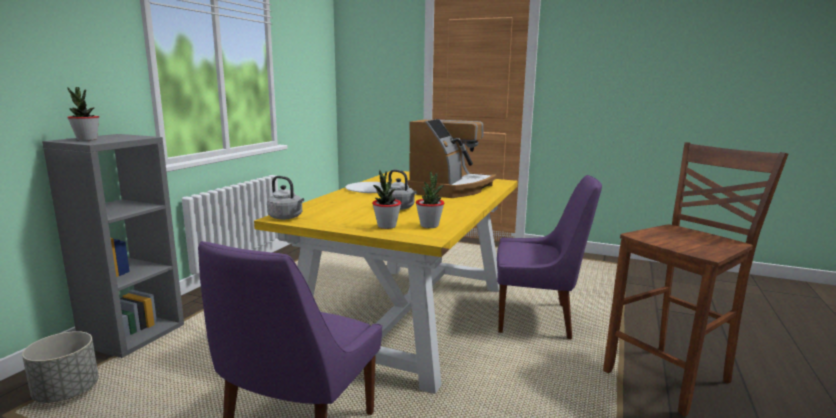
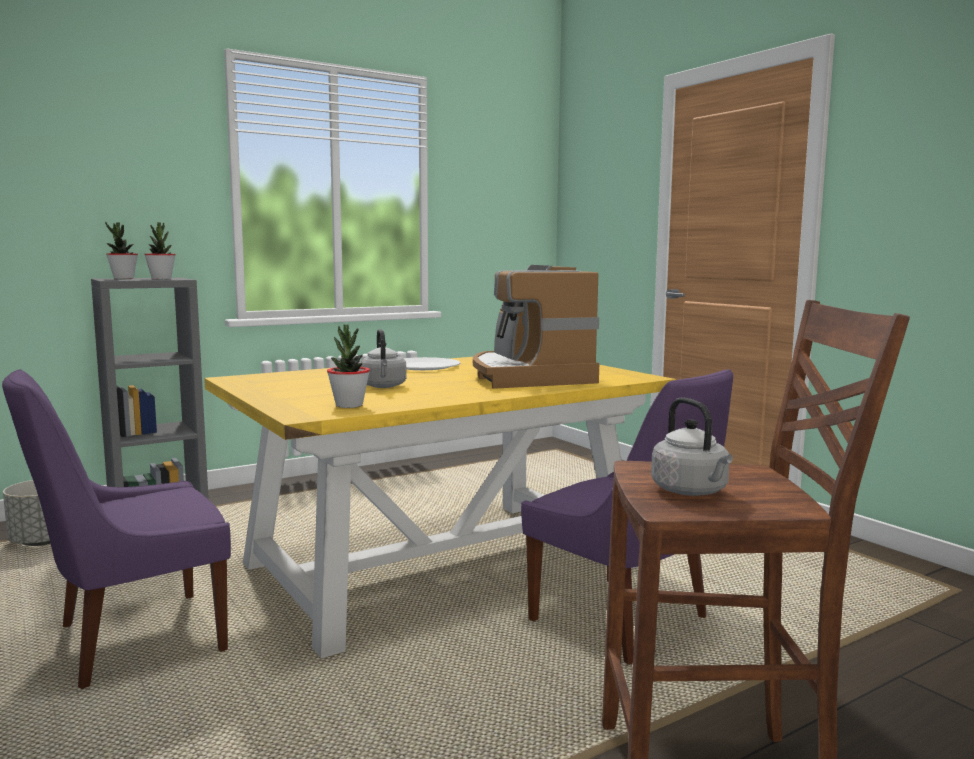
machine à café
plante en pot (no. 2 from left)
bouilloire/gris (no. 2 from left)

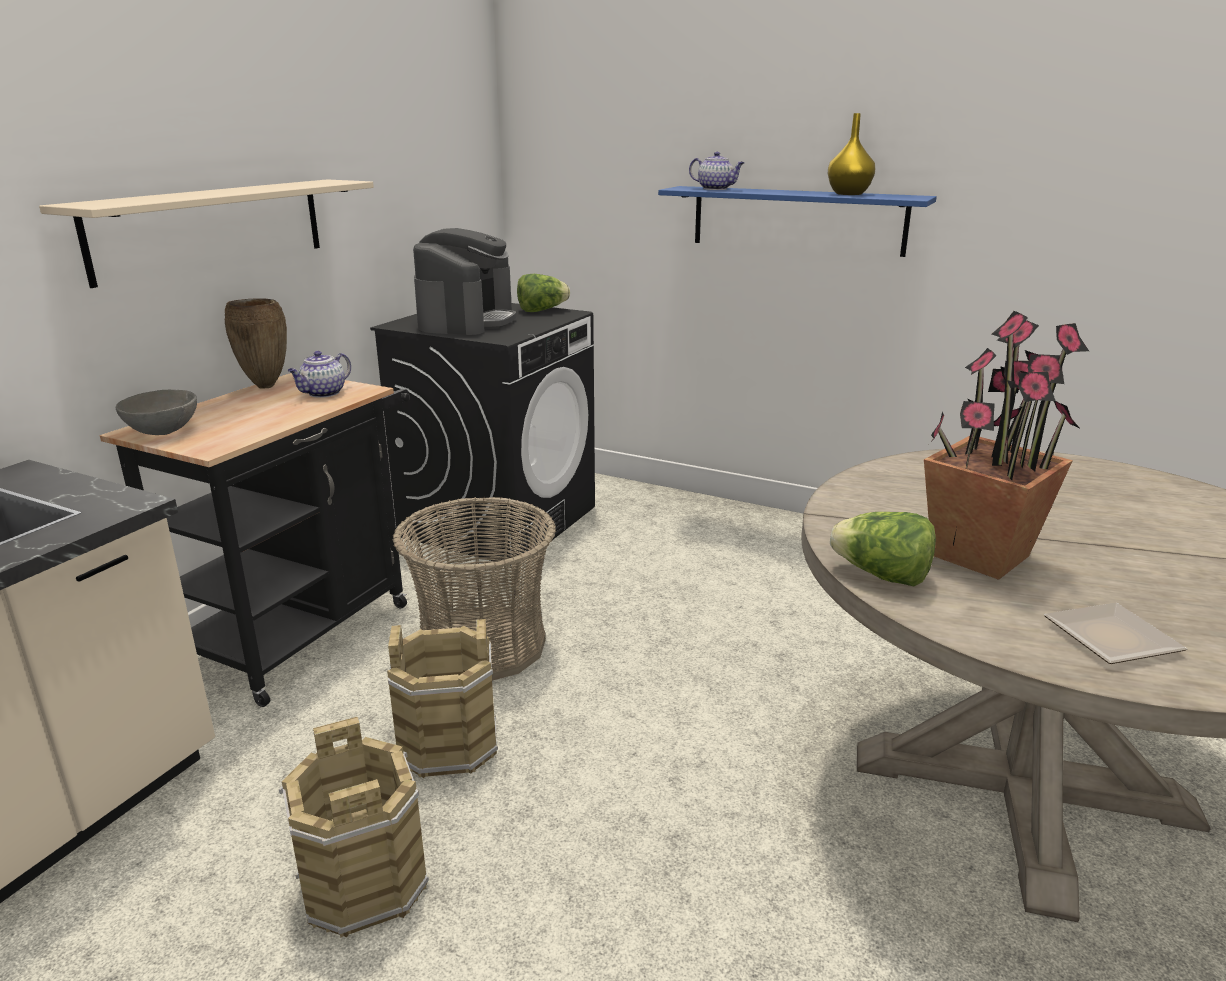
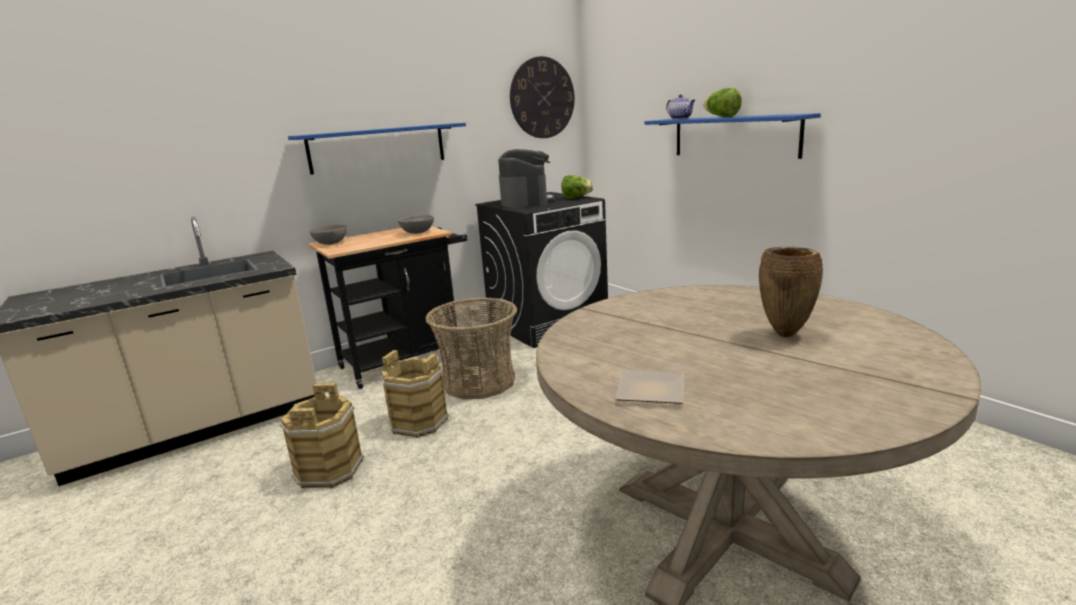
vase/jaune
étagère/bleu (no. 1 from left)
machine à café
vase/marron
plante en pot
bol/gris (no. 2 from left)
laitue (no. 2 from left)
horloge murale

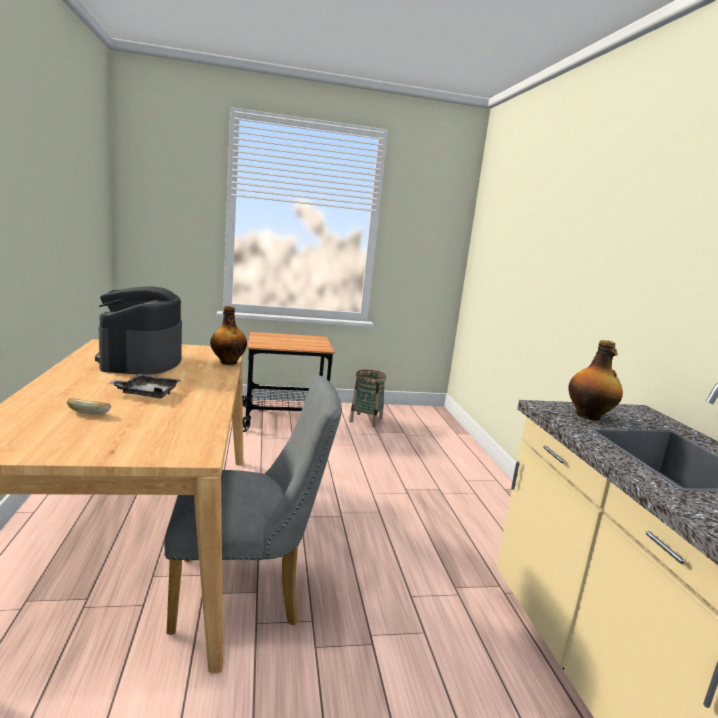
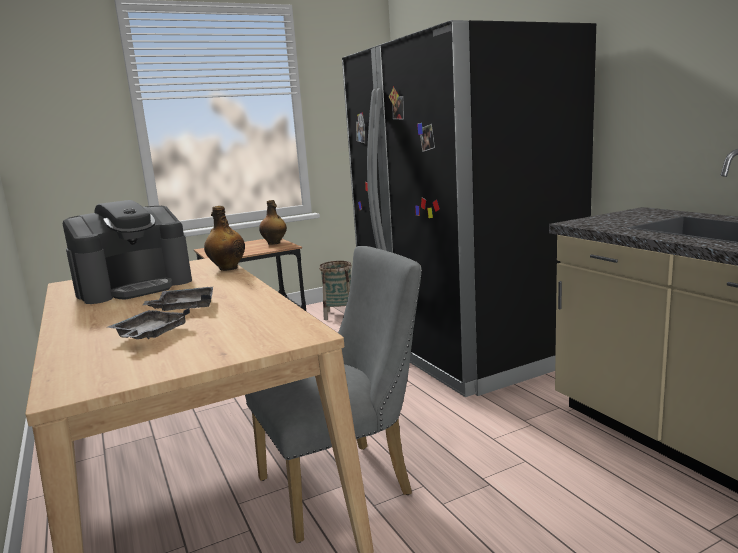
machine à café
bouteille (no. 2 from left)
plateau/gris (no. 1 from left)
réfrigérateur/noir

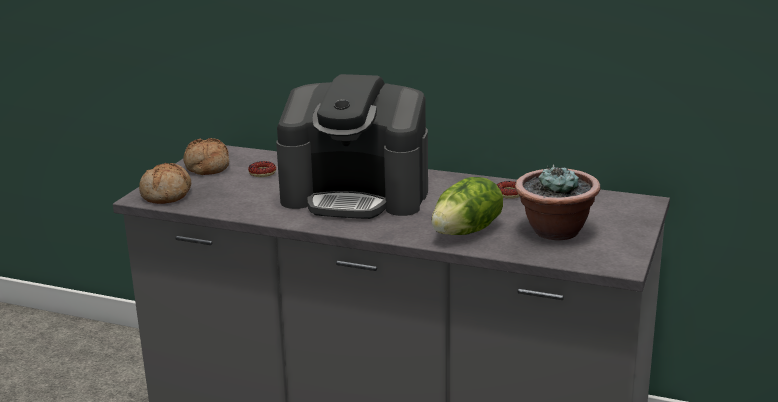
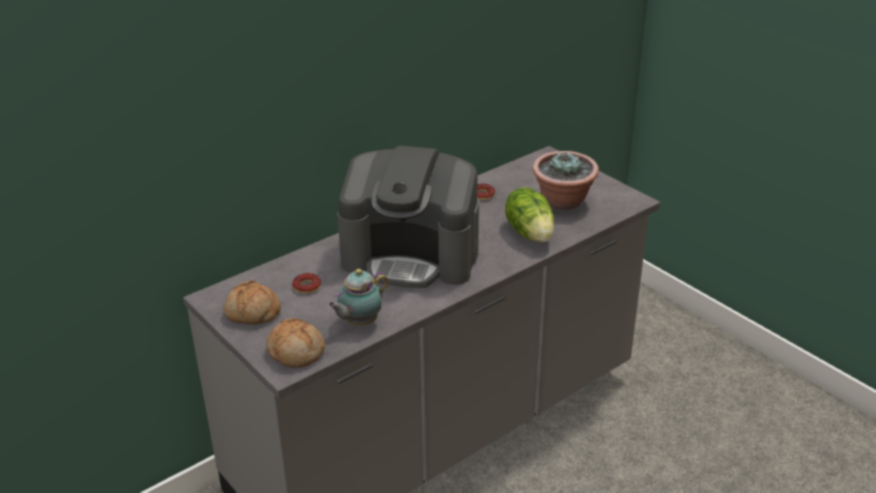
machine à café
théière

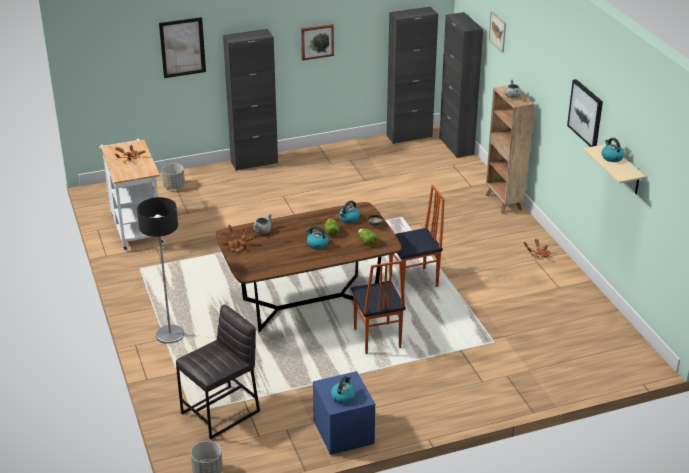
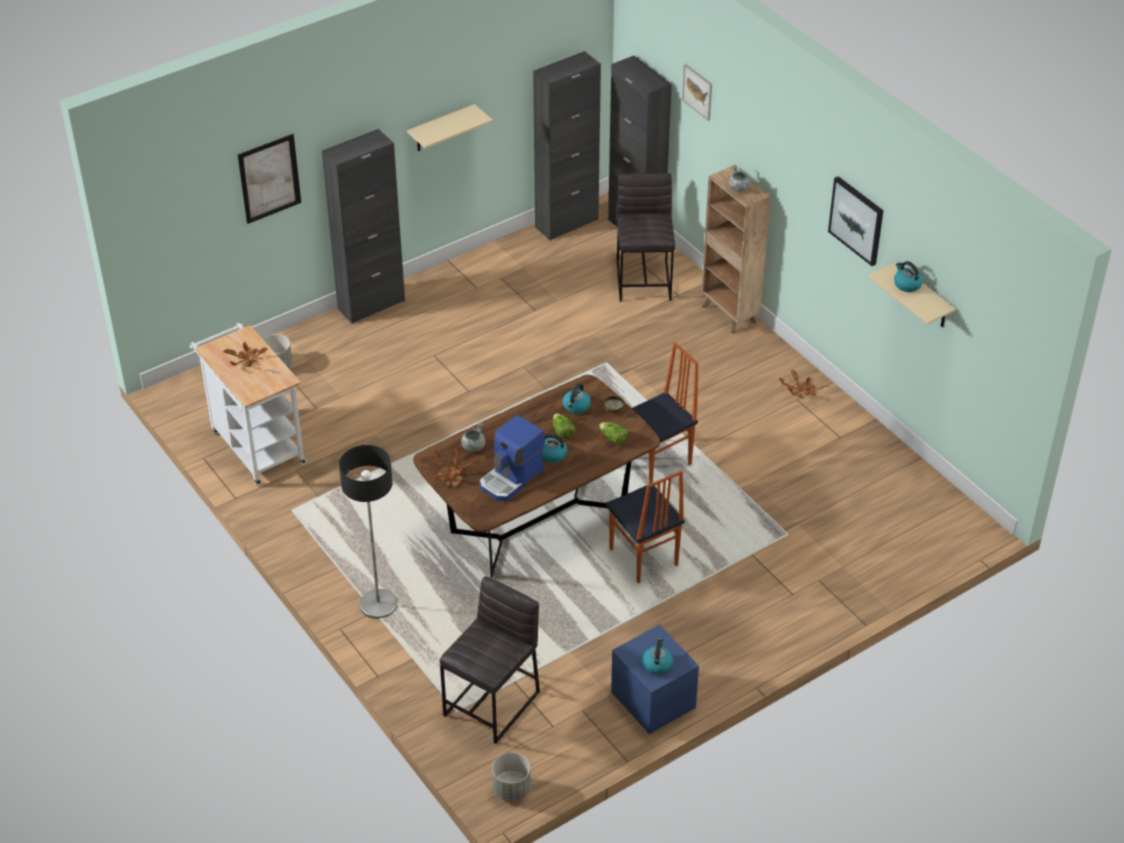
étagère/beige (no. 1 from left)
tabouret/gris (no. 2 from left)
machine à café

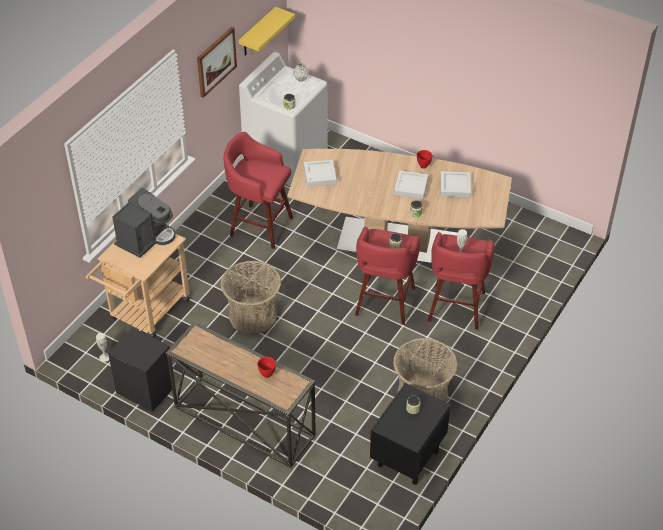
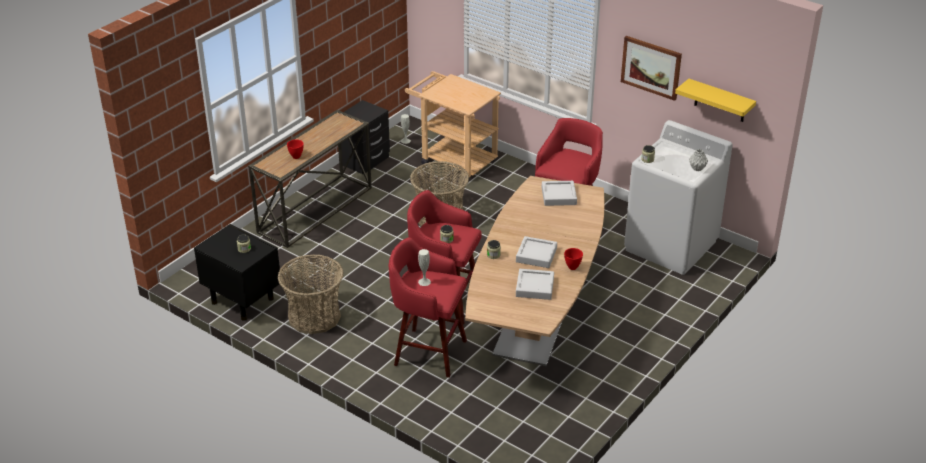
machine à café

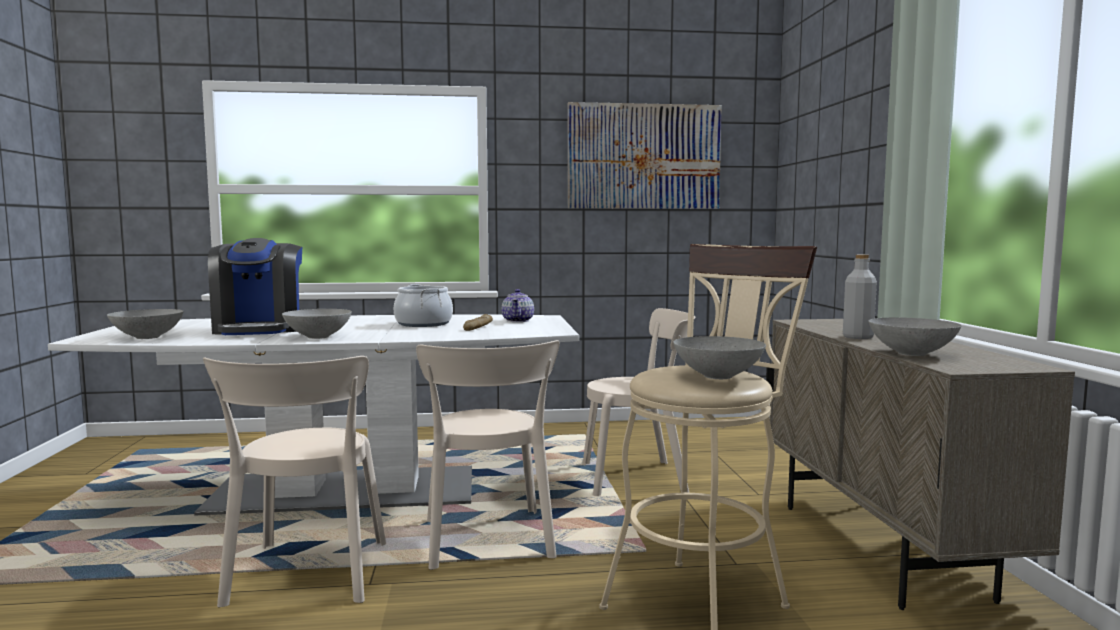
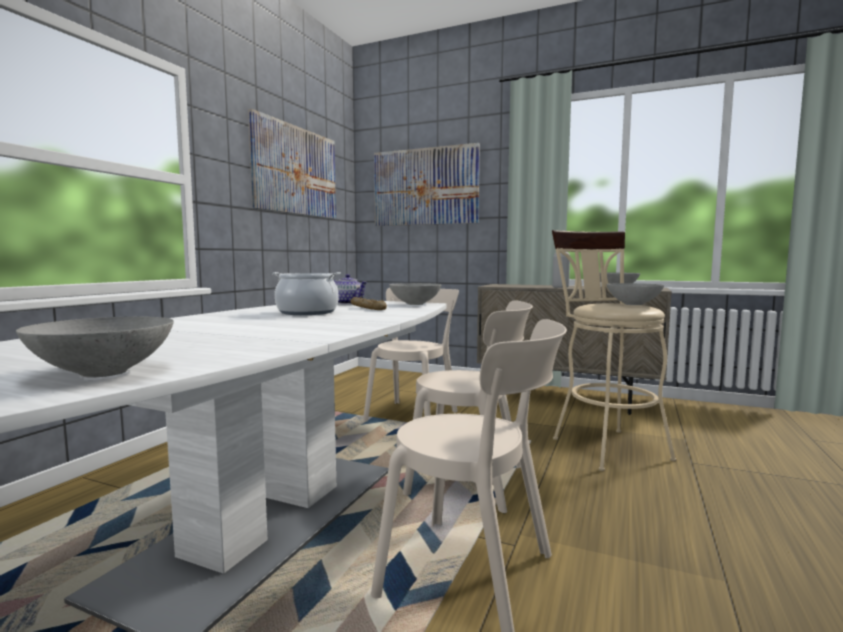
machine à café
bol/gris (no. 2 from left)
tableau (no. 2 from left)

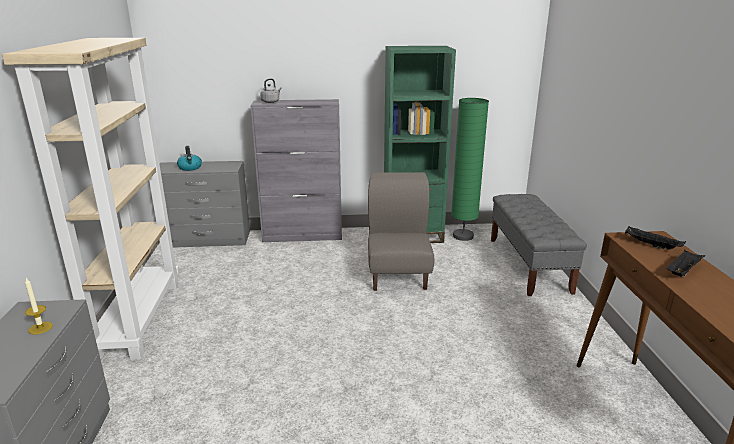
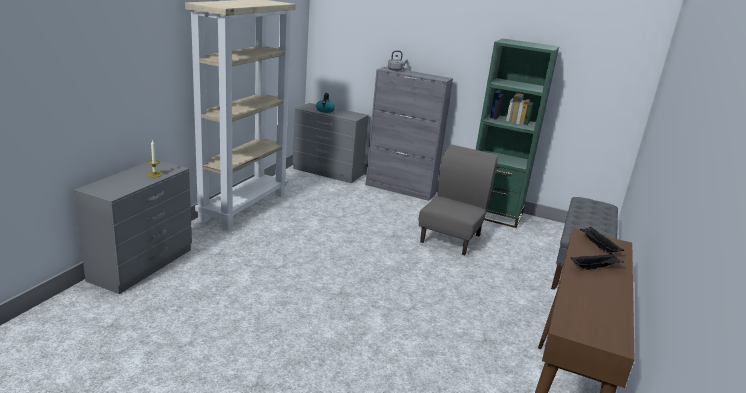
lampadaire/vert

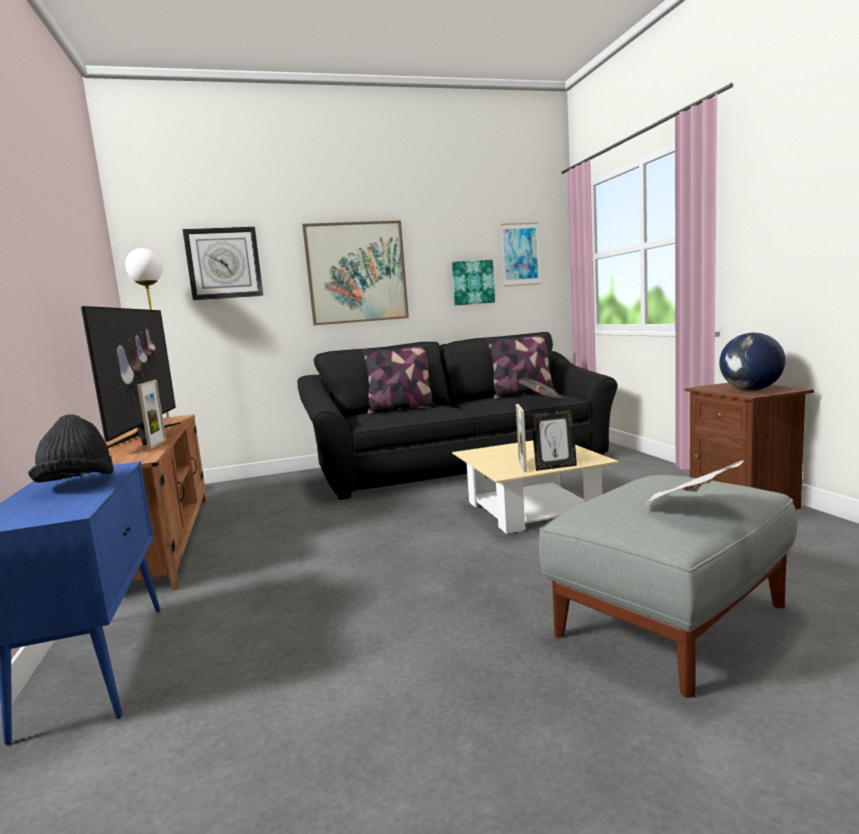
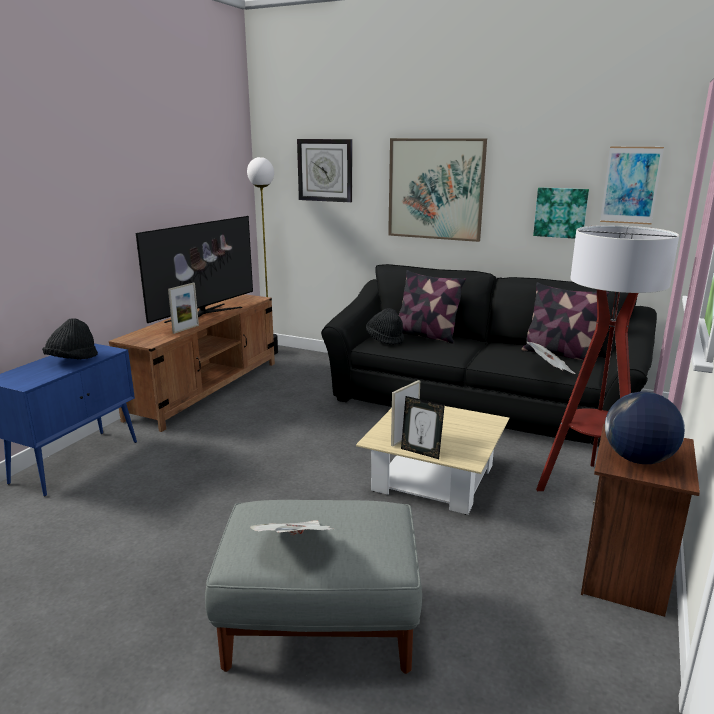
lampadaire (no. 2 from left)
chapeau/noir (no. 2 from left)

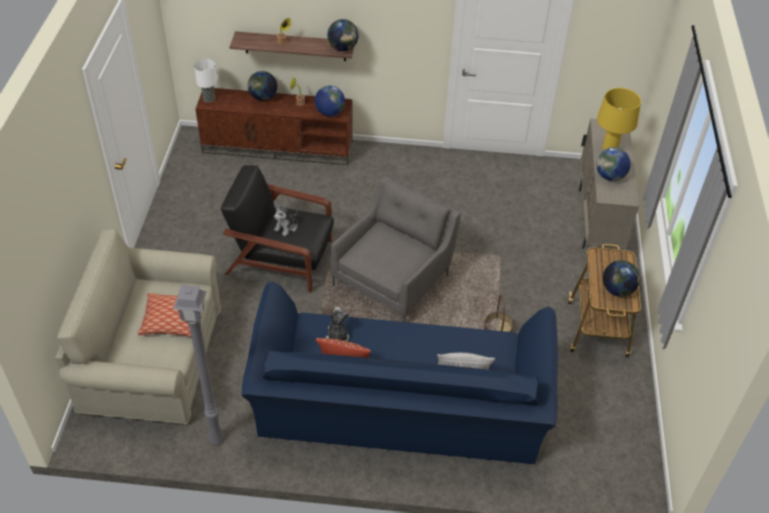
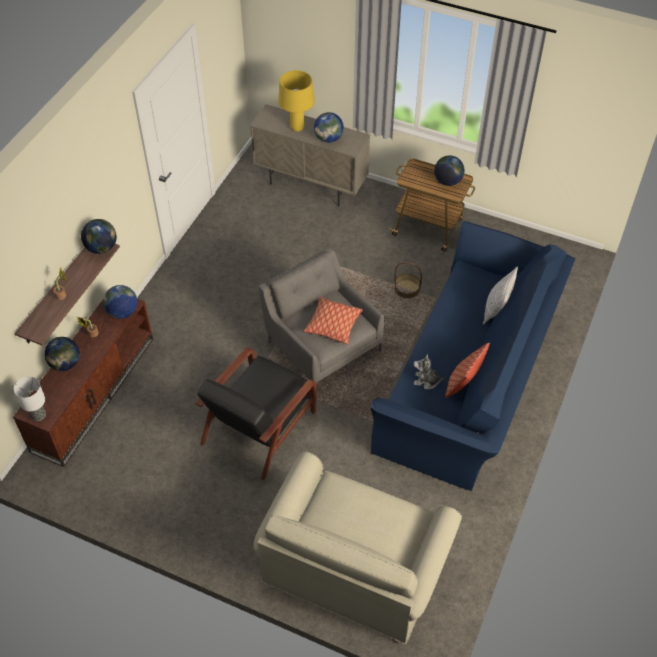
peluche (no. 1 from left in the first image)
lampadaire/gris
coussin (no. 1 from left)

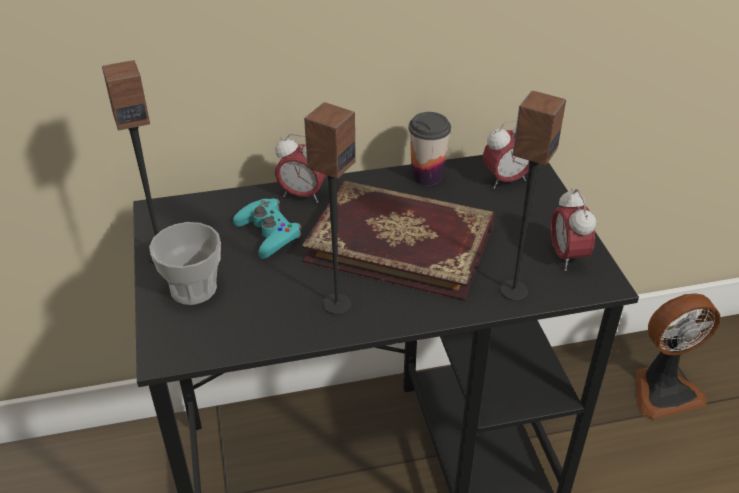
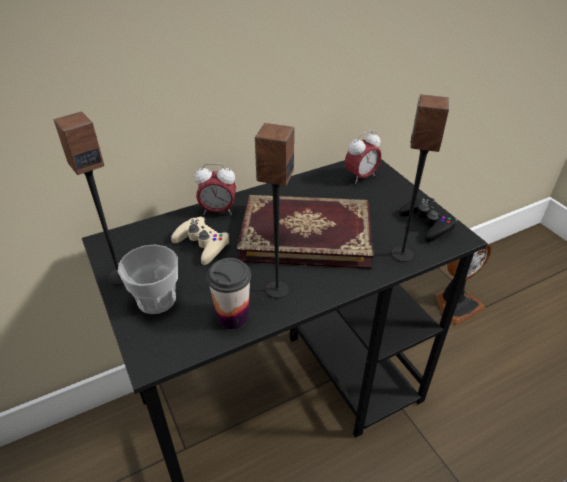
tasse (no. 2 from left)
manette/noir
manette/beige

